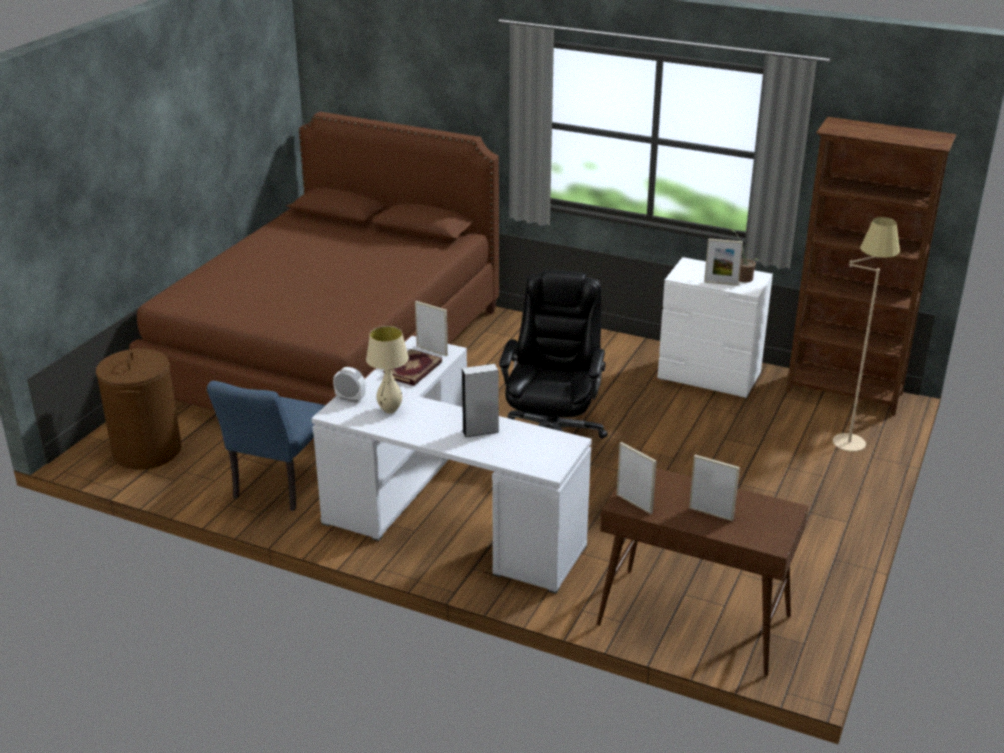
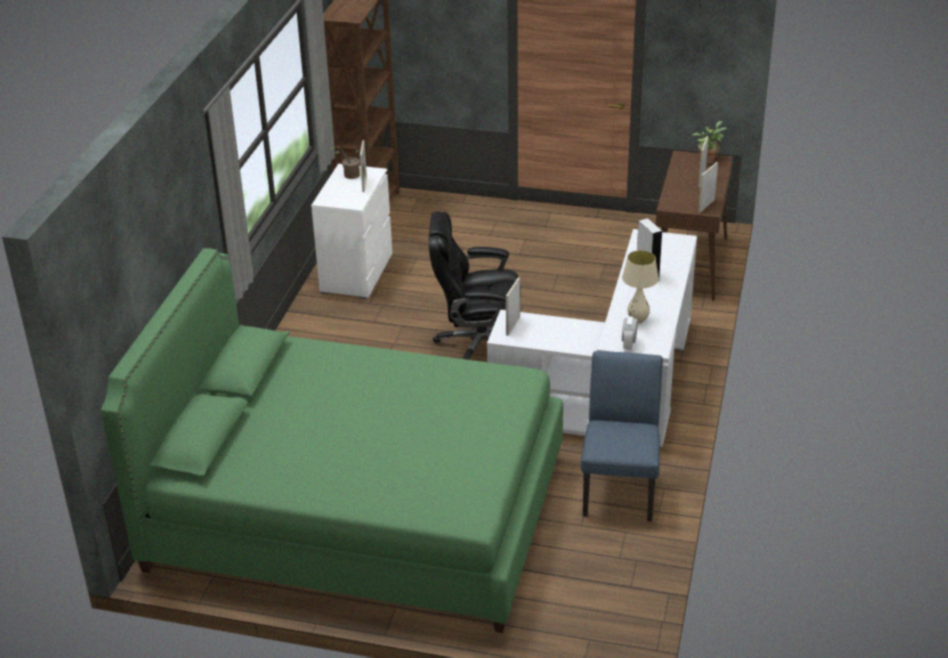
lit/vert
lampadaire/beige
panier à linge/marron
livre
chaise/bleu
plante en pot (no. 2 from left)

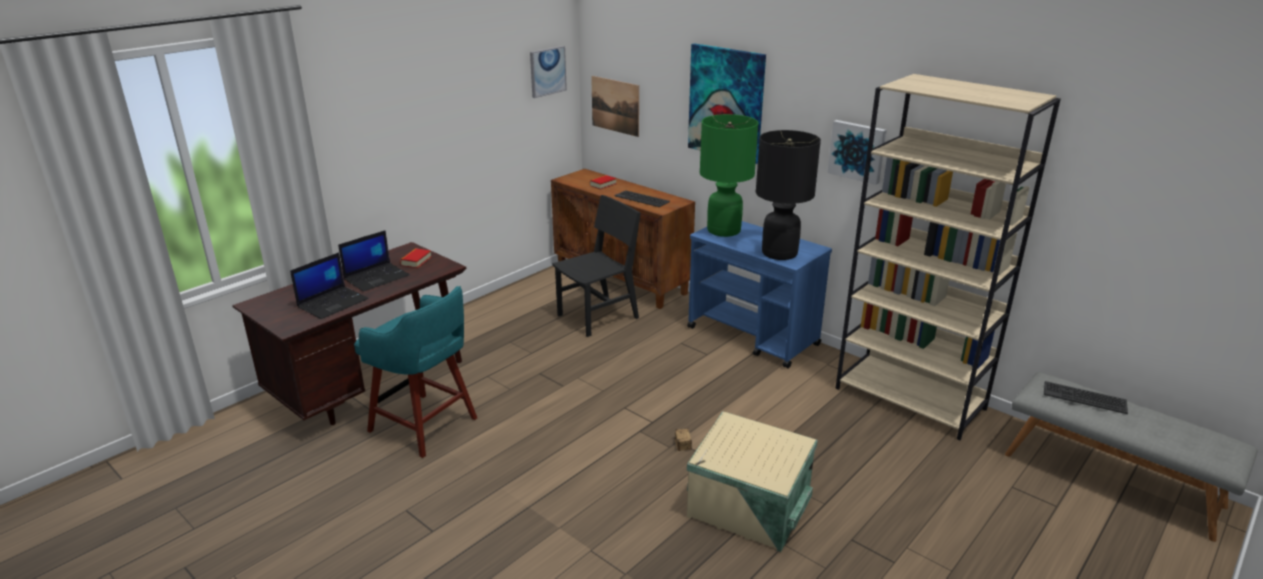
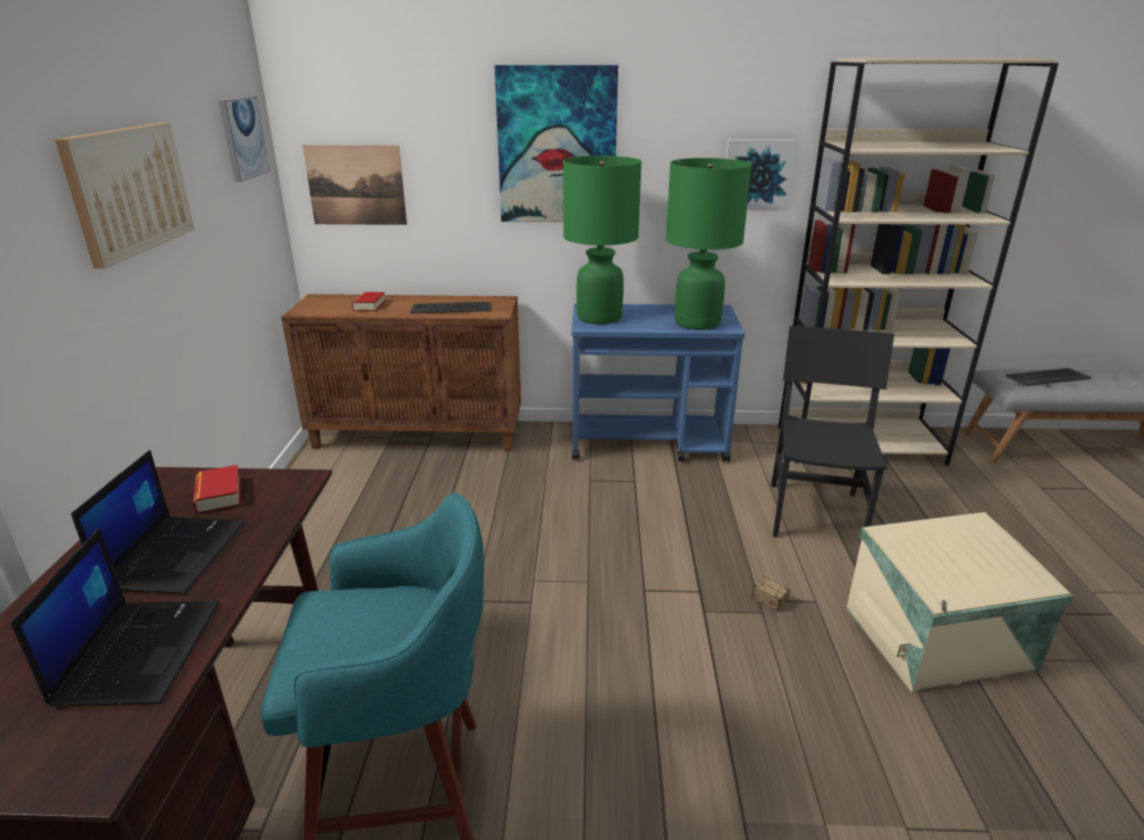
lampe de table/vert (no. 2 from left)
chaise/noir
tableau (no. 1 from left)

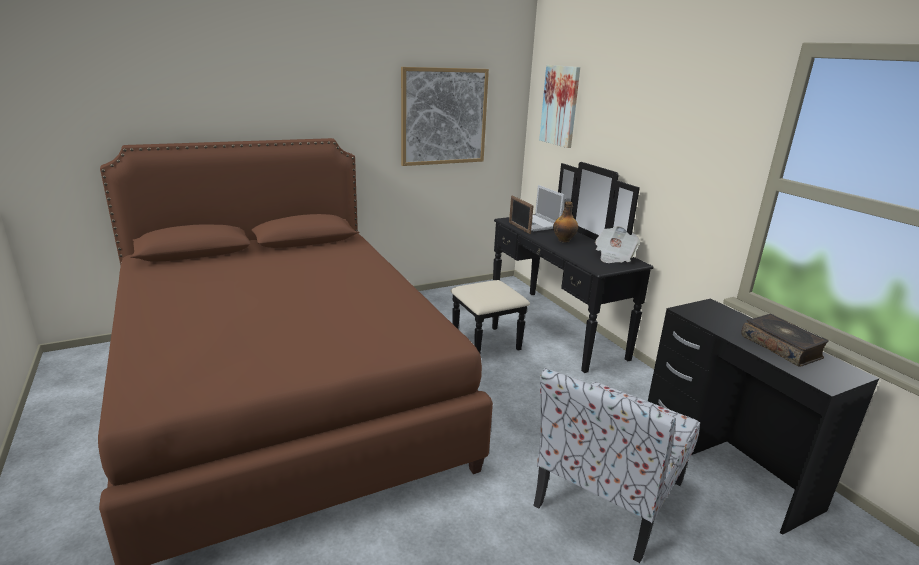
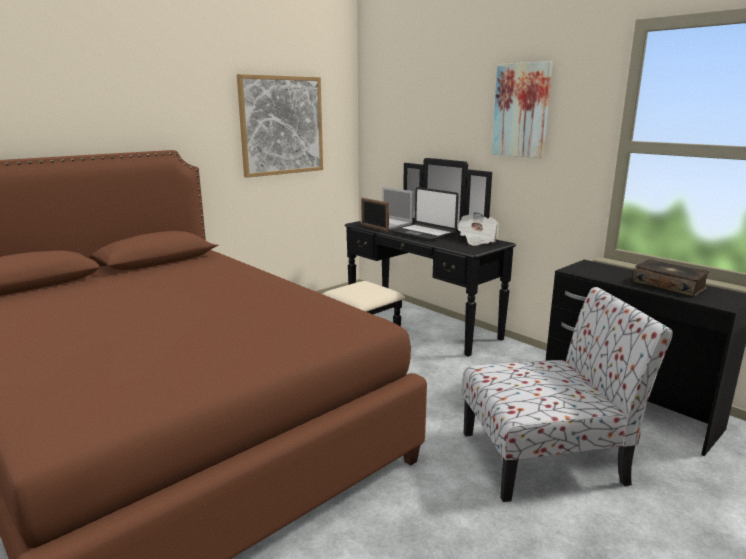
tableau (no. 2 from left)
ordinateur portable (no. 2 from left)
chaise

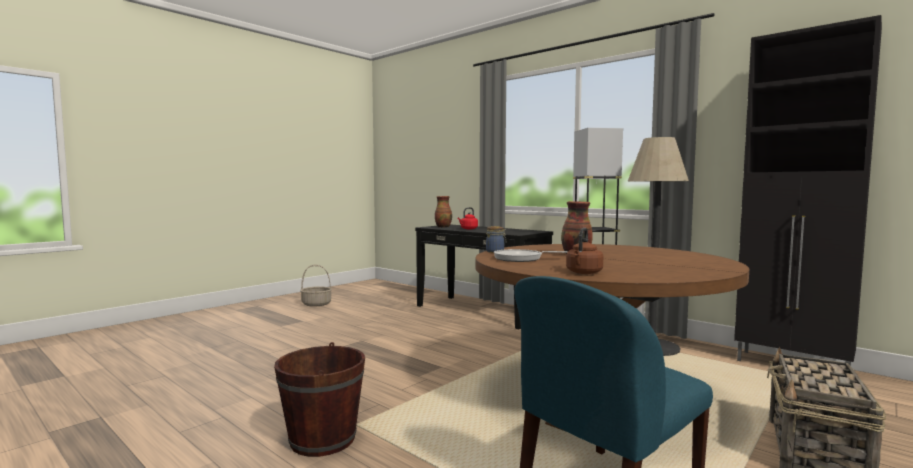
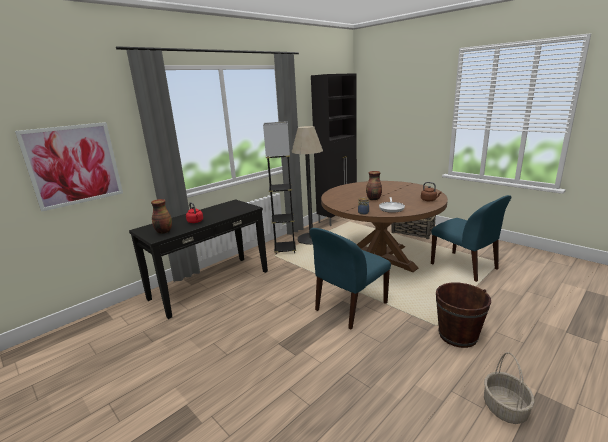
panier (no. 2 from left)
tableau
chaise/bleu (no. 1 from left)

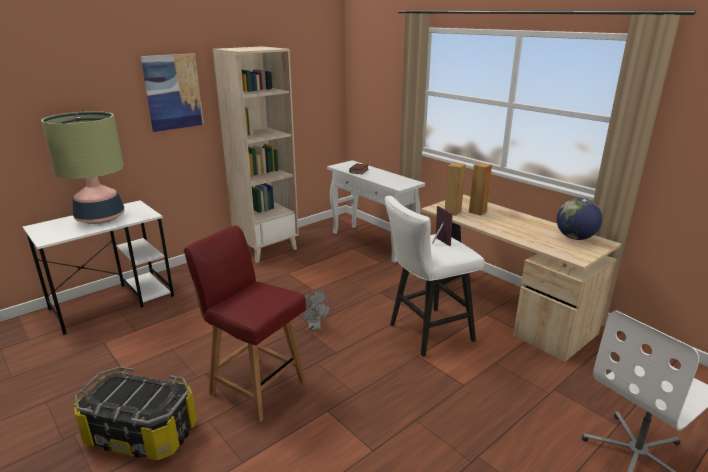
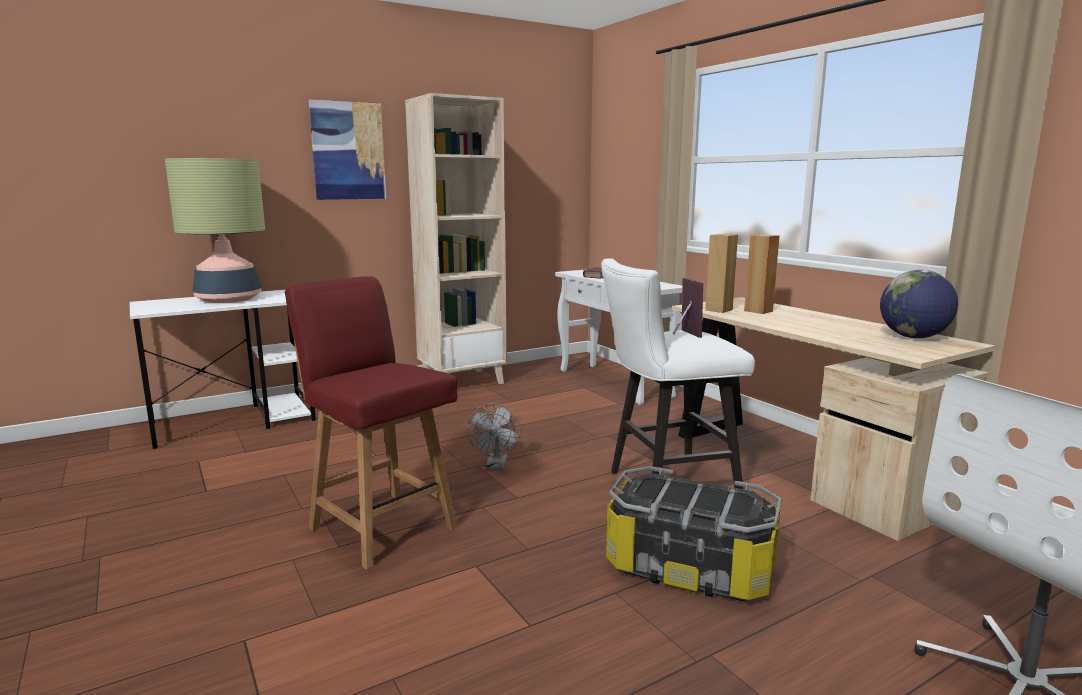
boîte de rangement

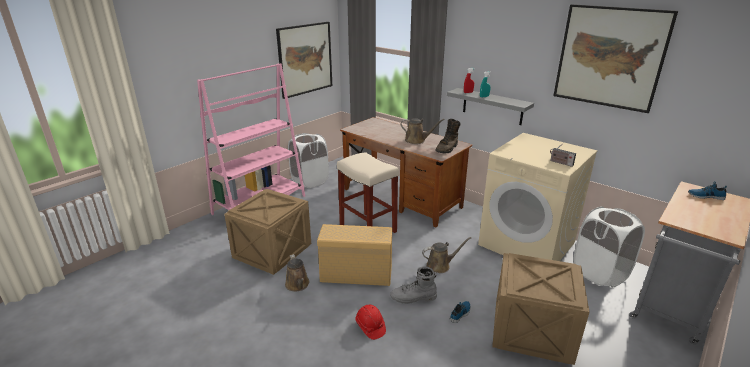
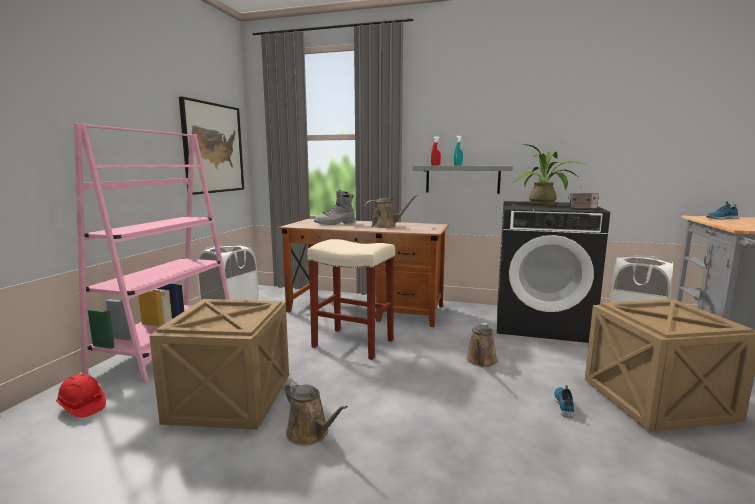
tableau (no. 2 from left in the first image)
botte/marron
lave-linge/noir
boîte de rangement/beige
arrosoir/marron (no. 3 from left)
botte/gris
casque de chantier/rouge
plante en pot

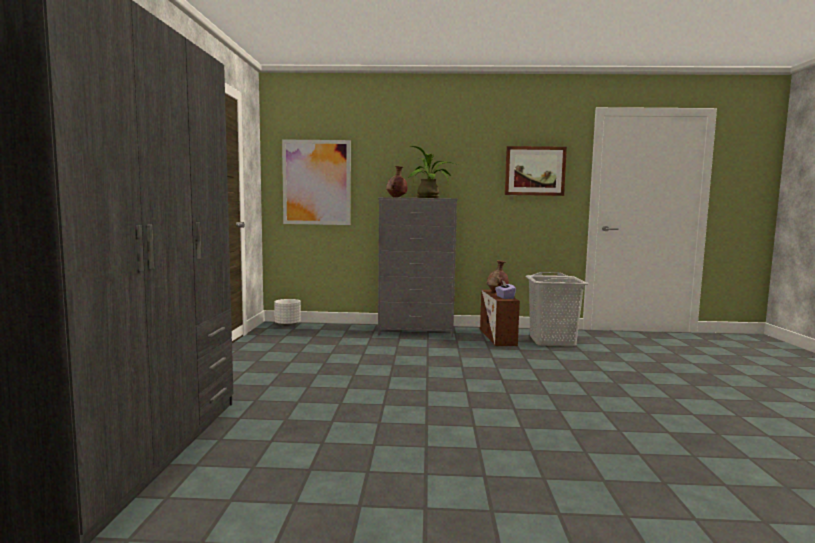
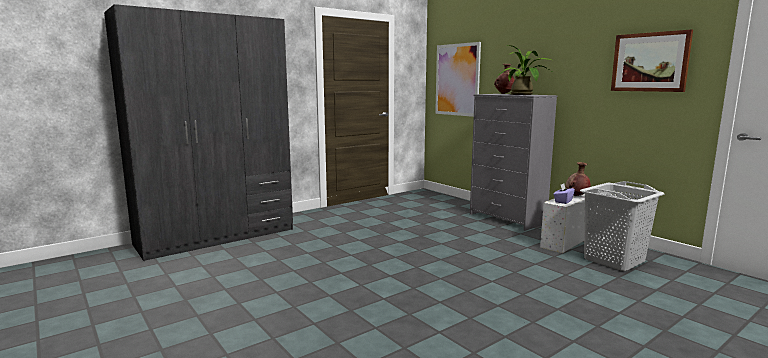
boîte de rangement/blanc
cache-pot/blanc

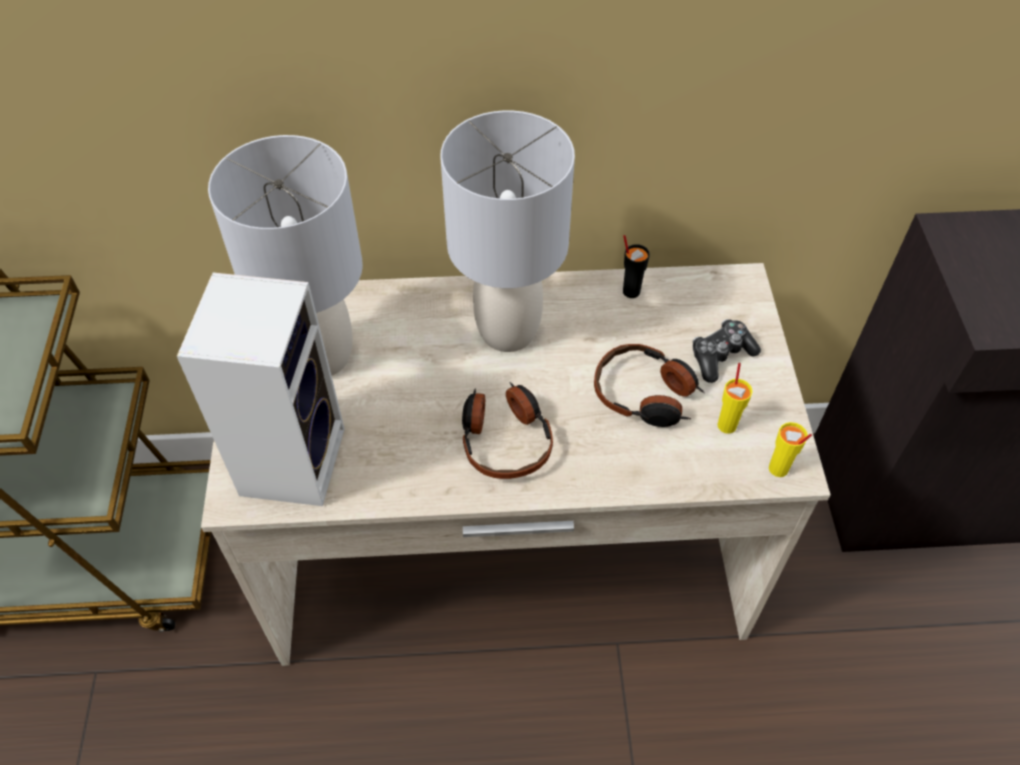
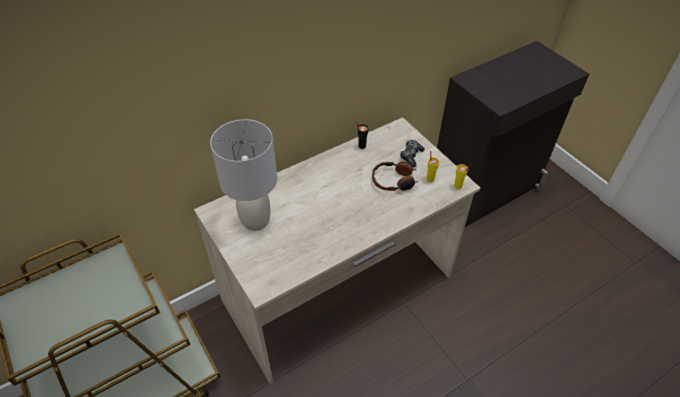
lampe de table/gris (no. 2 from left in the first image)
enceinte
casque audio (no. 1 from left in the first image)

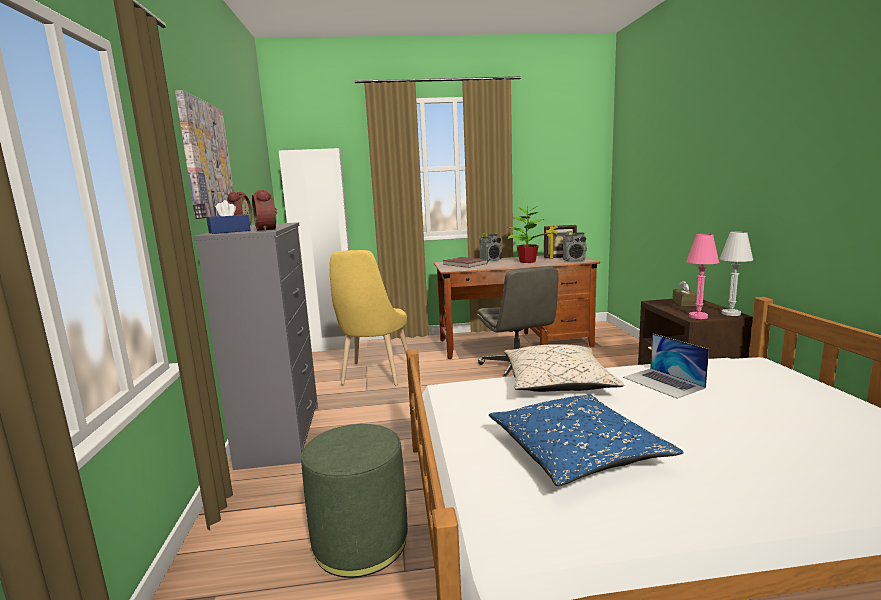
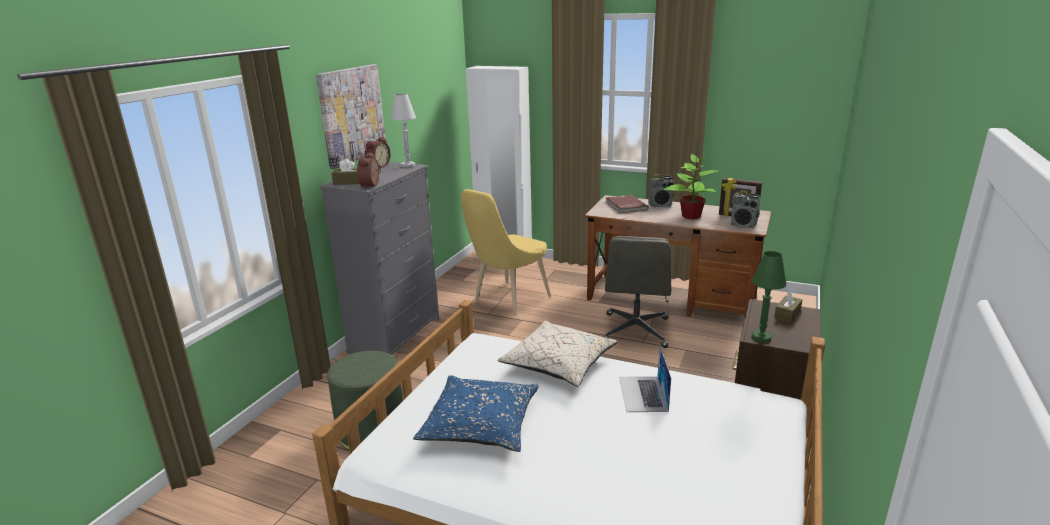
boîte à mouchoirs/marron (no. 1 from left)
lampe de table/blanc
lampe de table/vert

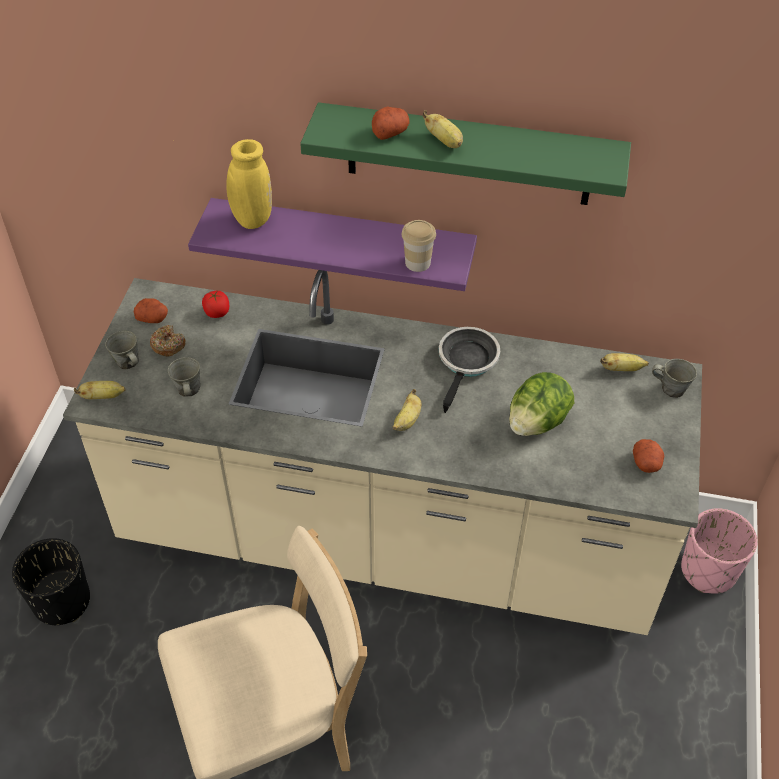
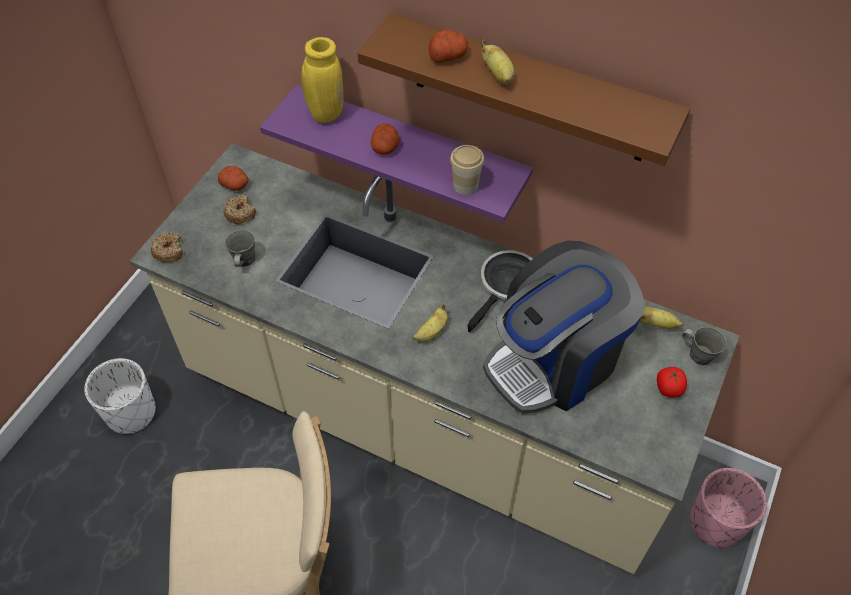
étagère/marron
tomate
mug/gris (no. 1 from left in the first image)
machine à café
beignet (no. 1 from left)
pomme de terre (no. 2 from left)
cache-pot/blanc

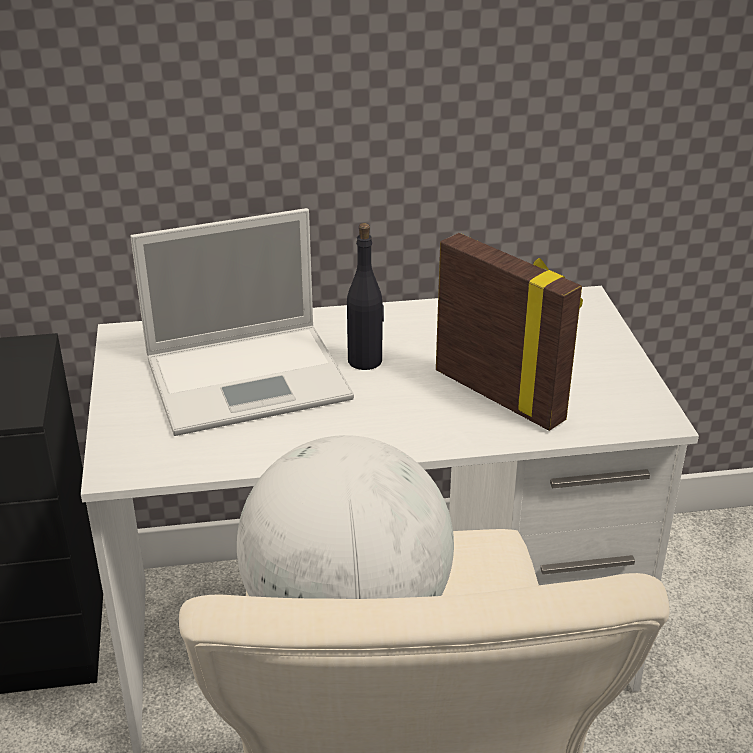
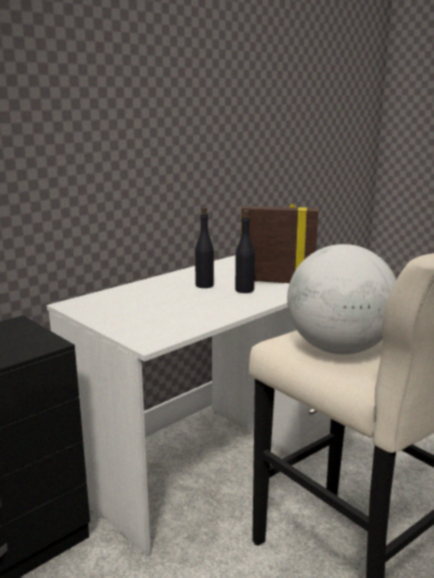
ordinateur portable
bouteille/noir (no. 2 from left)

